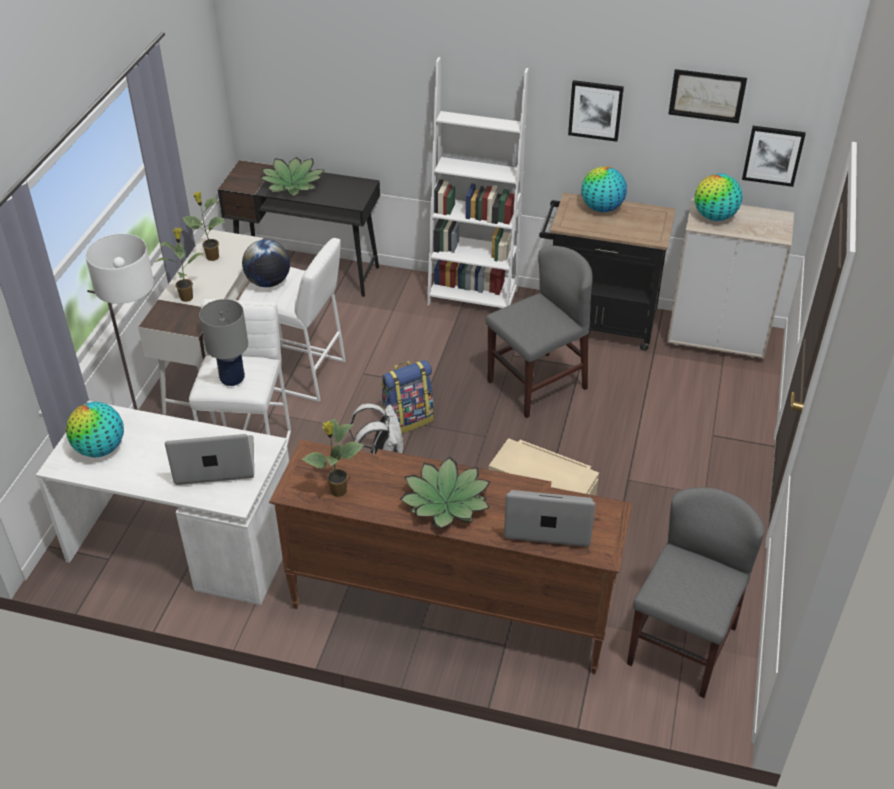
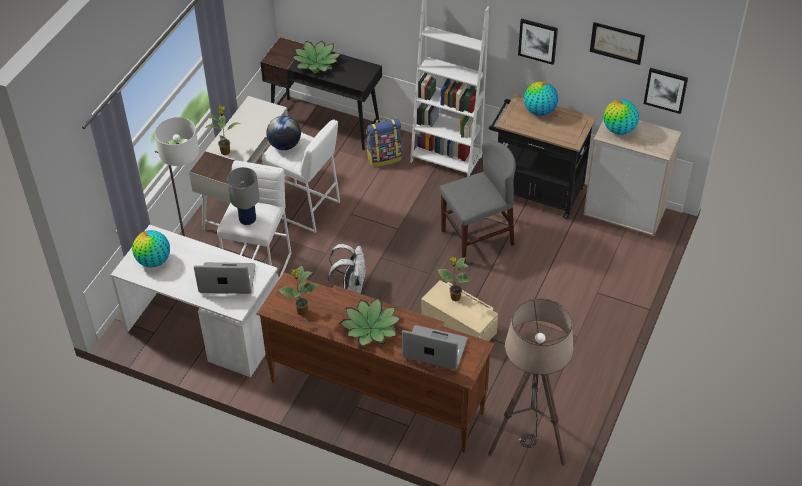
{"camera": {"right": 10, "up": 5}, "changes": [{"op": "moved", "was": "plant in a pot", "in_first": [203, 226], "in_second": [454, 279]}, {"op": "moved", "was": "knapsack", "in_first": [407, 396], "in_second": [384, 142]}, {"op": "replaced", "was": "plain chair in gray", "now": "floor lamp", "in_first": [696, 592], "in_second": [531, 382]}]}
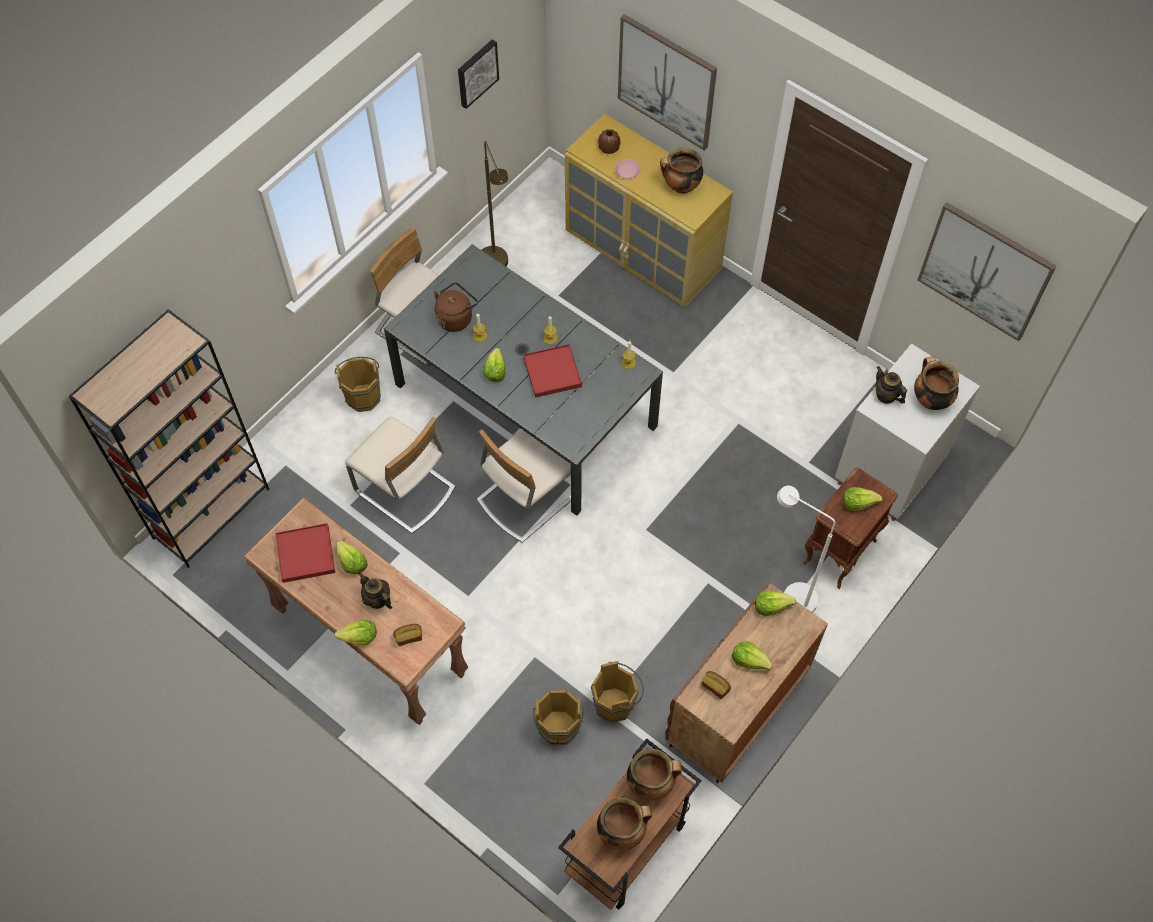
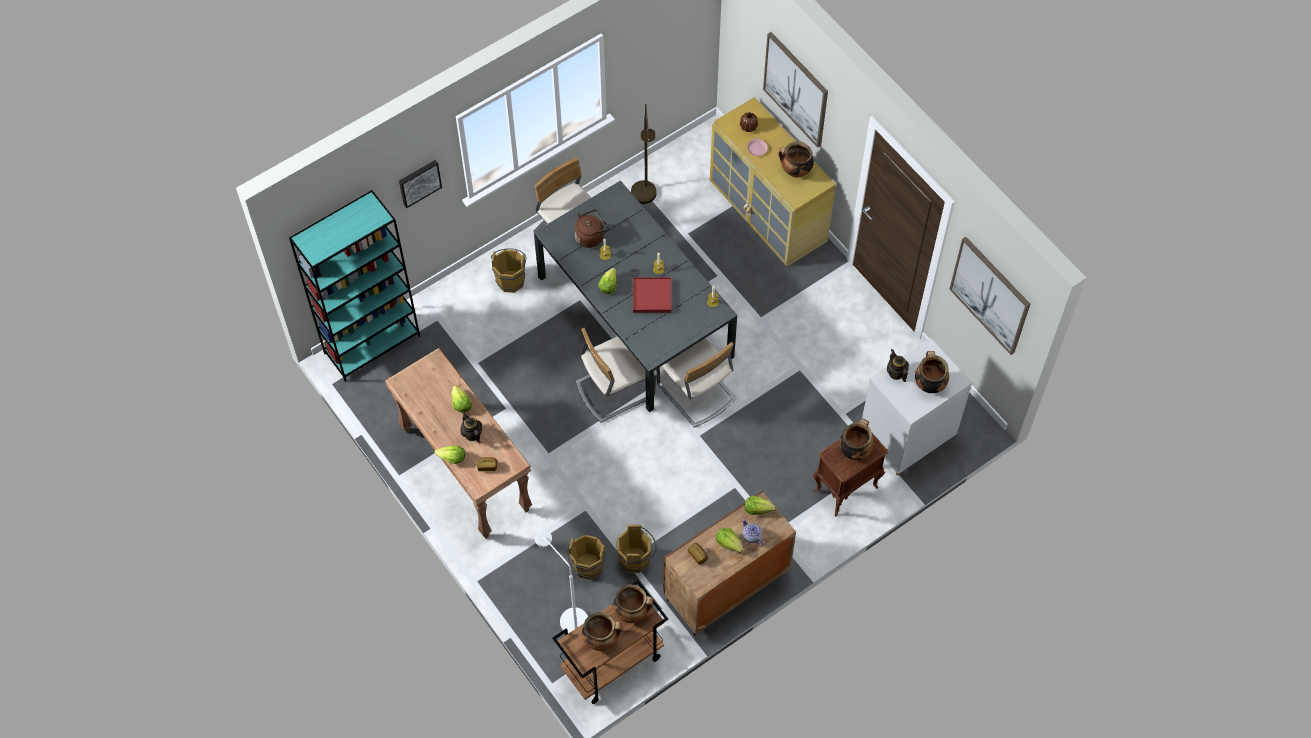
{"camera": {"right": 15, "up": 0}, "changes": [{"op": "removed", "was": "serving tray in red-coloured", "in_first": [305, 553]}, {"op": "added", "now": "teapot", "in_second": [752, 532]}, {"op": "moved", "was": "plain chair in beige", "in_first": [400, 475], "in_second": [696, 383]}, {"op": "moved", "was": "picture", "in_first": [478, 74], "in_second": [420, 184]}, {"op": "moved", "was": "floor lamp in white", "in_first": [806, 549], "in_second": [561, 581]}, {"op": "replaced", "was": "lettuce head", "now": "saucepot", "in_first": [862, 499], "in_second": [856, 439]}, {"op": "recoloured", "was": "shelving unit in beige", "now": "shelving unit in turquoise", "in_first": [169, 438], "in_second": [354, 286]}]}
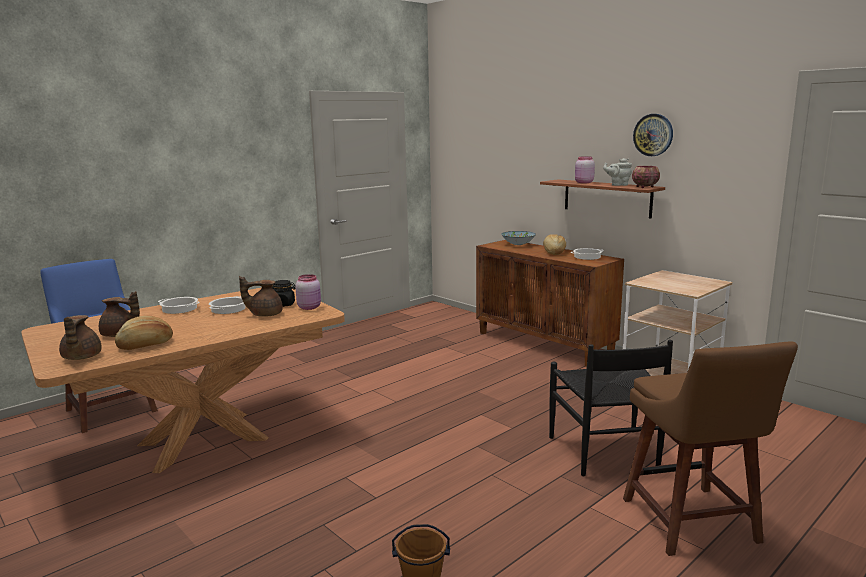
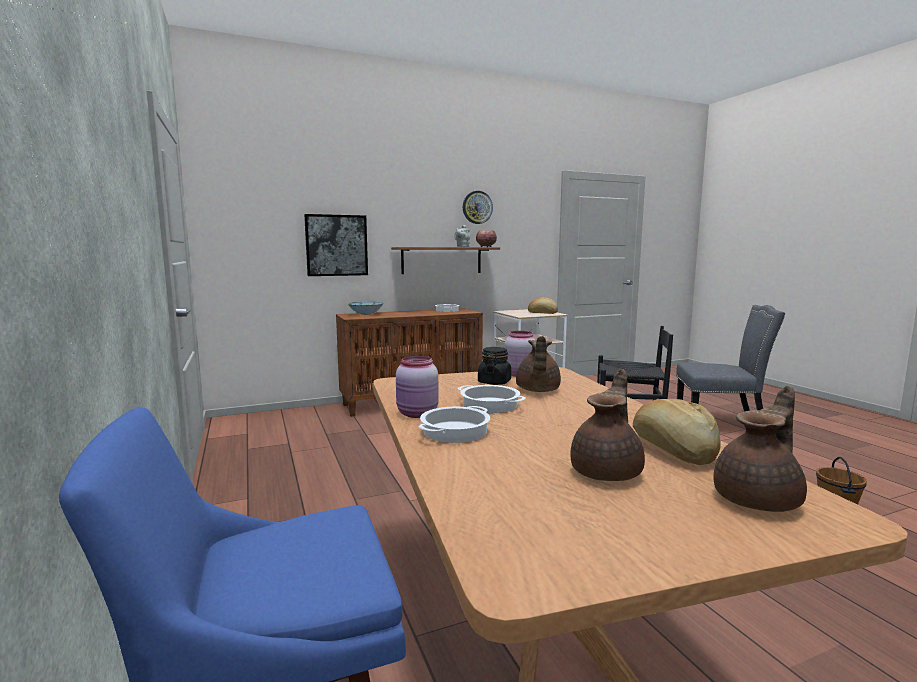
{"camera": {"right": -70, "up": -5}, "changes": [{"op": "added", "now": "picture", "in_second": [336, 245]}, {"op": "moved", "was": "bread", "in_first": [554, 244], "in_second": [543, 305]}, {"op": "moved", "was": "preserve jar in pink", "in_first": [585, 169], "in_second": [417, 387]}, {"op": "replaced", "was": "stool seat in brownish", "now": "plain chair in gray", "in_first": [710, 448], "in_second": [730, 358]}, {"op": "turned", "was": "teapot in brownish", "in_first": [80, 337], "in_second": [760, 449], "clockwise": -45}]}
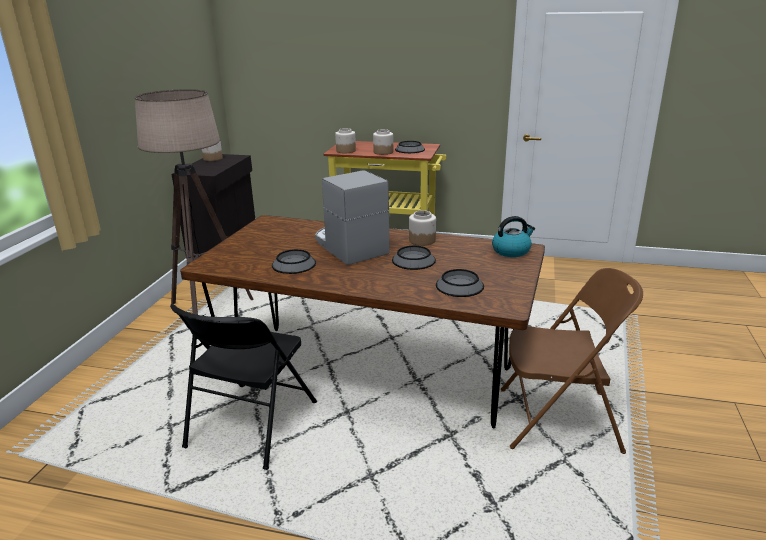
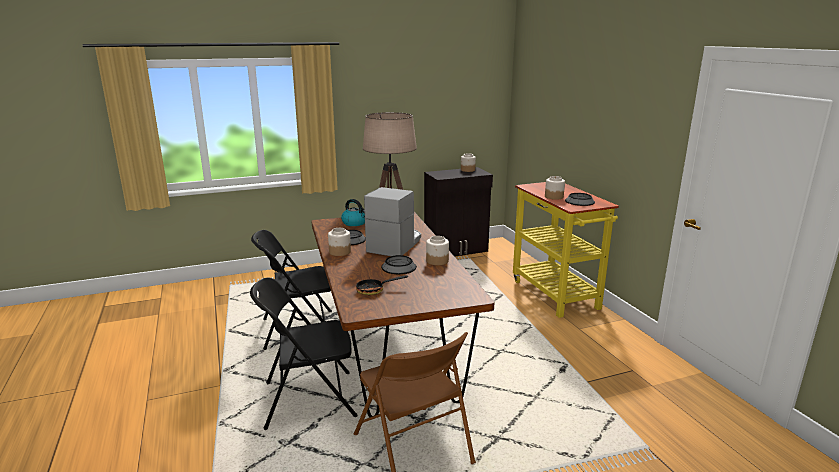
{"camera": {"right": 55, "up": -5}, "changes": [{"op": "added", "now": "plain chair in blackish", "in_second": [303, 353]}, {"op": "moved", "was": "preserve jar", "in_first": [345, 140], "in_second": [339, 242]}, {"op": "moved", "was": "tea kettle", "in_first": [513, 236], "in_second": [353, 212]}, {"op": "replaced", "was": "serving bowl", "now": "skillet", "in_first": [460, 283], "in_second": [382, 284]}]}
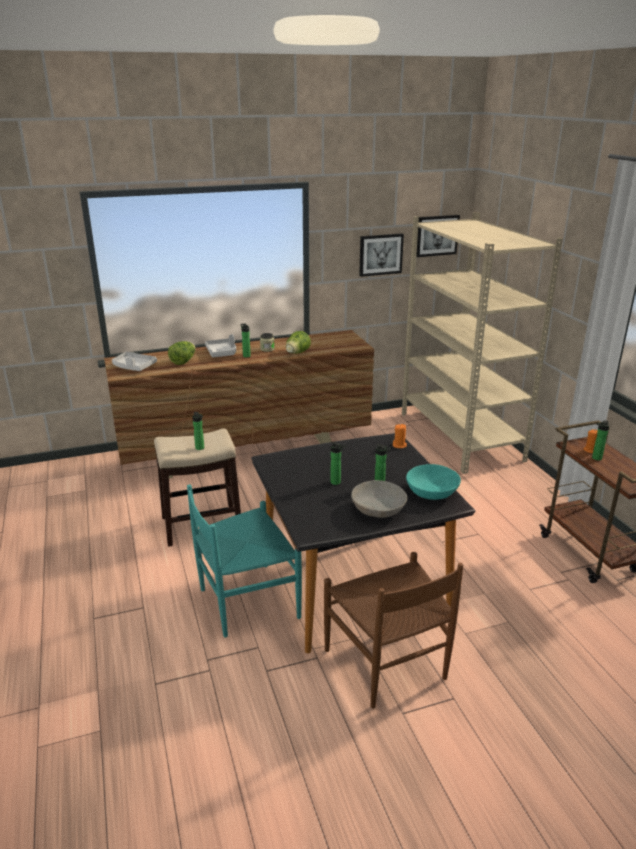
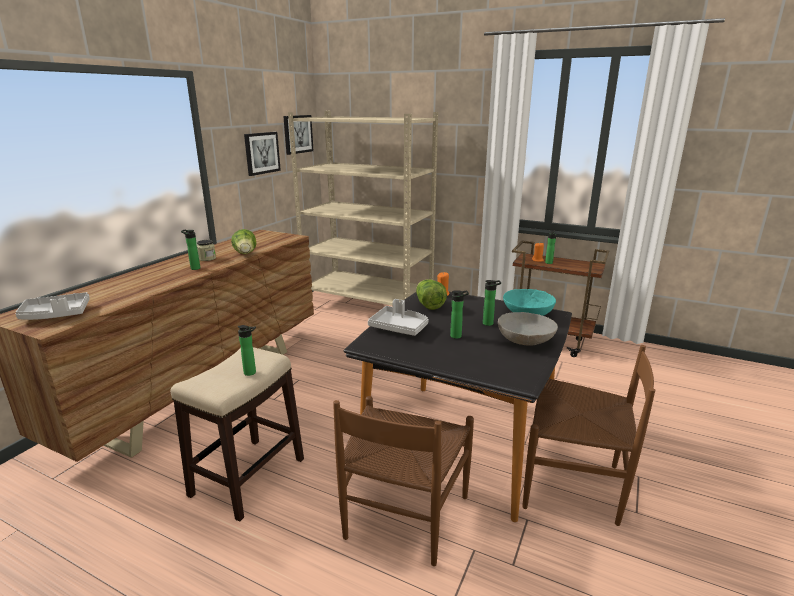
{"camera": {"right": -45, "up": -5}, "changes": [{"op": "moved", "was": "lettuce head", "in_first": [182, 353], "in_second": [431, 295]}, {"op": "moved", "was": "serving tray in gray", "in_first": [220, 345], "in_second": [398, 317]}, {"op": "recoloured", "was": "plain chair in turquoise", "now": "plain chair in brownish", "in_first": [244, 561], "in_second": [403, 481]}]}
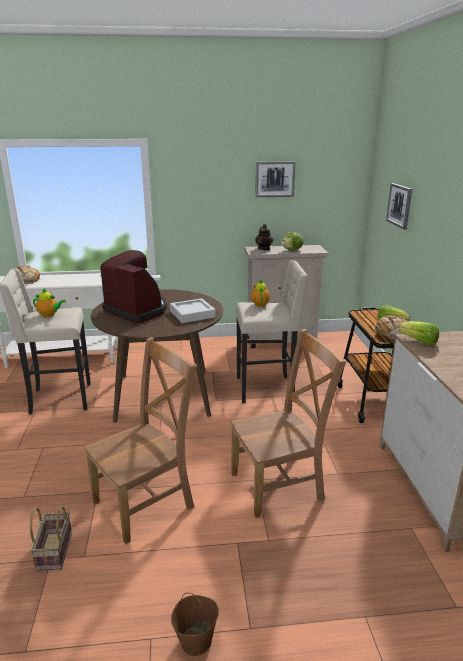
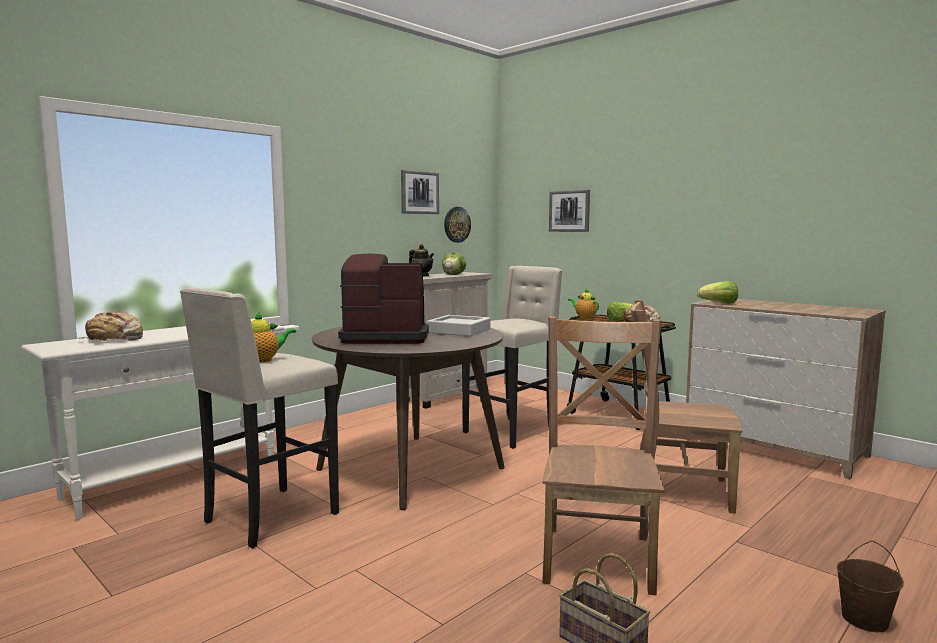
{"camera": {"right": -40, "up": -15}, "changes": [{"op": "added", "now": "hanging clock", "in_second": [457, 225]}, {"op": "moved", "was": "teapot", "in_first": [260, 293], "in_second": [583, 303]}, {"op": "turned", "was": "plain chair in brownish", "in_first": [288, 423], "in_second": [686, 407], "clockwise": -105}]}
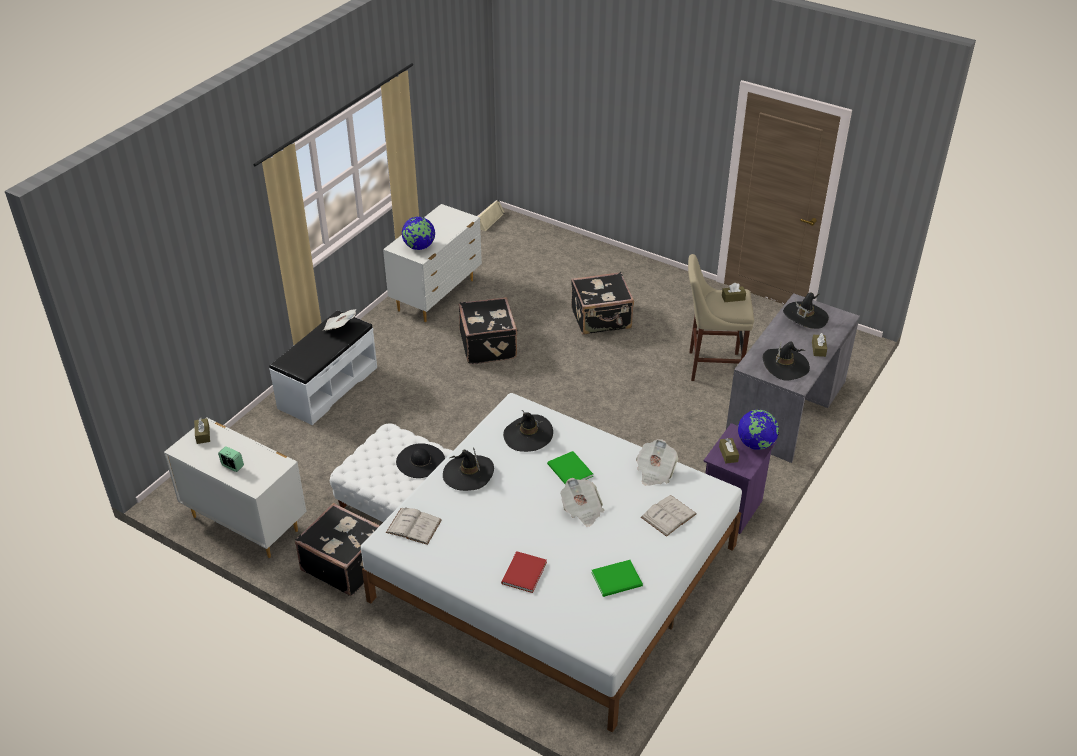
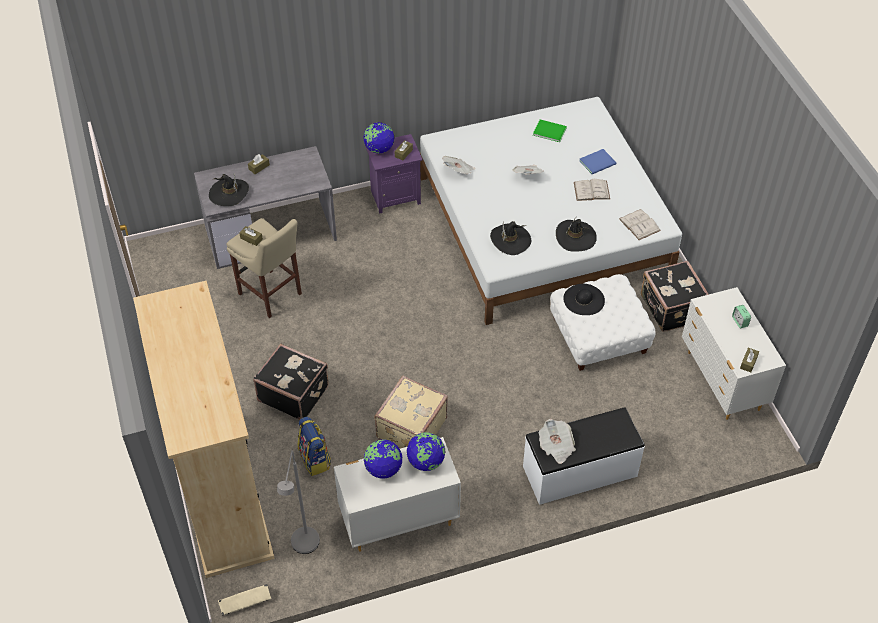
{"camera": {"right": -140, "up": 10}, "changes": [{"op": "removed", "was": "bound book in green-coloured", "in_first": [570, 467]}, {"op": "removed", "was": "hat in blackish", "in_first": [786, 360]}, {"op": "added", "now": "armoire in beige", "in_second": [204, 429]}, {"op": "added", "now": "floor lamp in gray", "in_second": [298, 502]}, {"op": "added", "now": "knapsack", "in_second": [314, 446]}, {"op": "added", "now": "world globe", "in_second": [383, 459]}, {"op": "moved", "was": "bound book in white", "in_first": [669, 516], "in_second": [592, 190]}, {"op": "recoloured", "was": "travel case in blackish", "now": "travel case in beige", "in_first": [488, 330], "in_second": [411, 412]}, {"op": "recoloured", "was": "bound book in red-coloured", "now": "bound book in blue", "in_first": [524, 572], "in_second": [598, 161]}]}
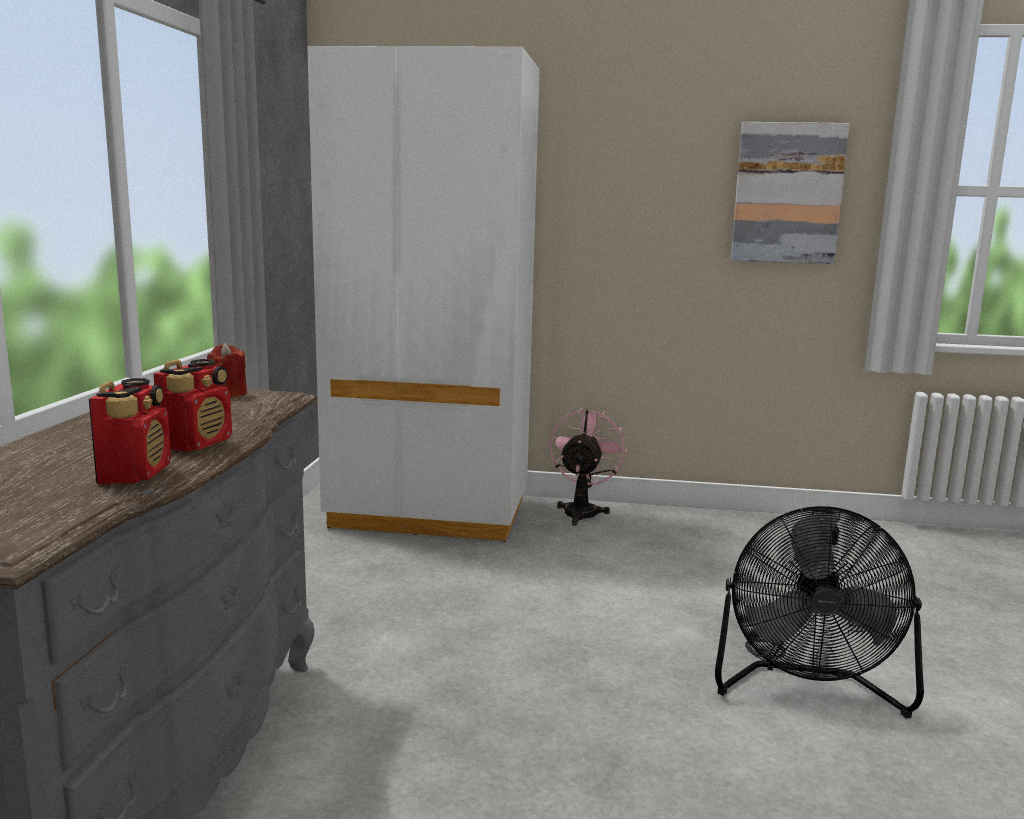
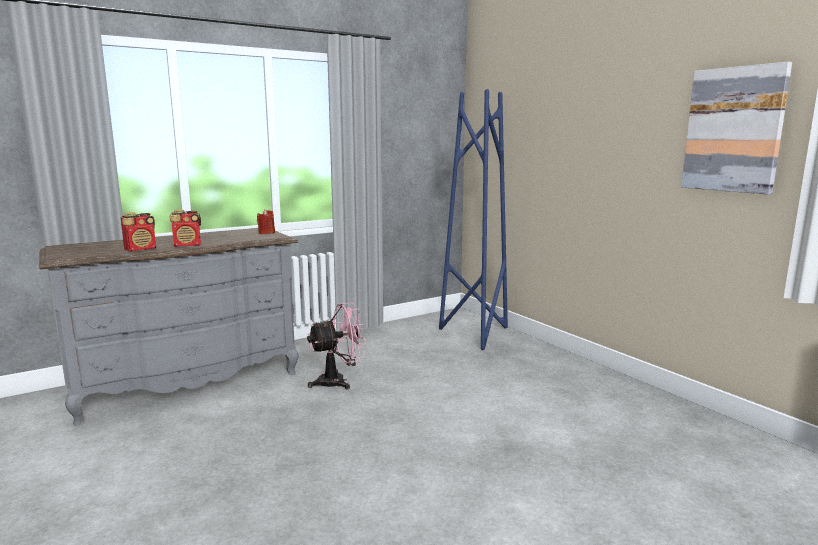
{"camera": {"right": 50, "up": 0}, "changes": [{"op": "removed", "was": "cooling fan in blackish", "in_first": [819, 612]}, {"op": "moved", "was": "cooling fan in pink", "in_first": [588, 467], "in_second": [337, 346]}, {"op": "replaced", "was": "armoire in white", "now": "clothes rack in blue", "in_first": [423, 294], "in_second": [473, 219]}]}
